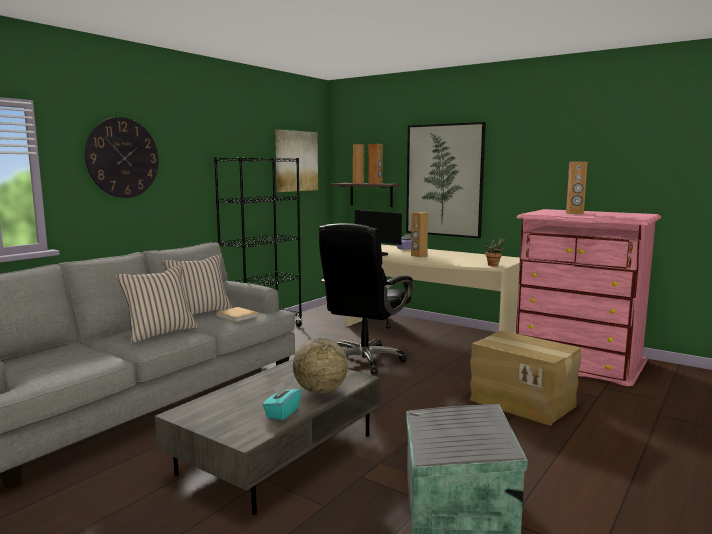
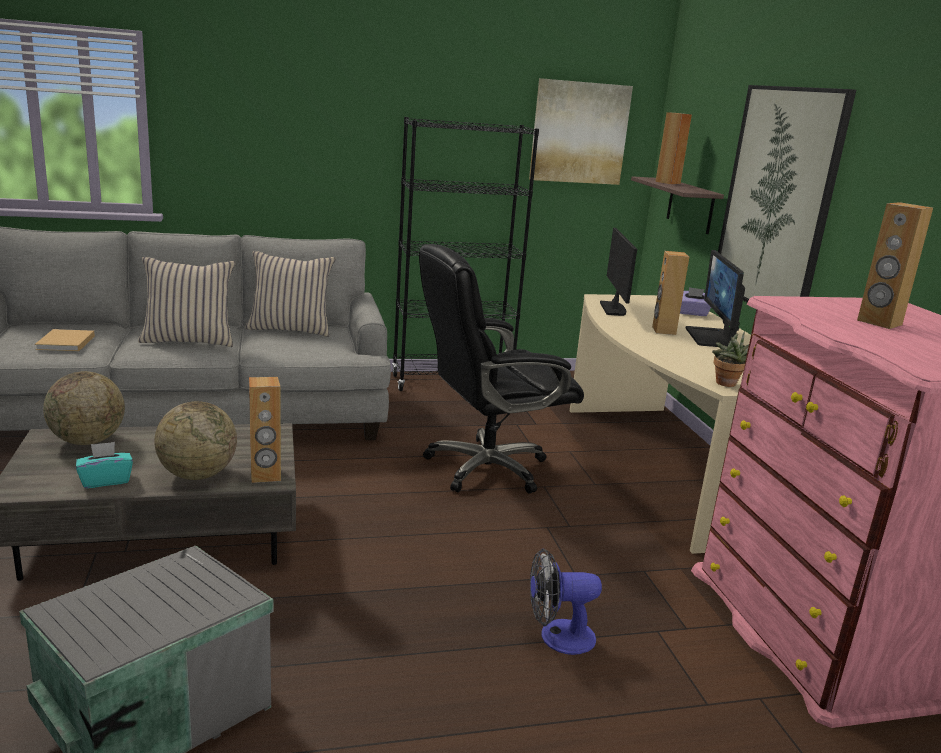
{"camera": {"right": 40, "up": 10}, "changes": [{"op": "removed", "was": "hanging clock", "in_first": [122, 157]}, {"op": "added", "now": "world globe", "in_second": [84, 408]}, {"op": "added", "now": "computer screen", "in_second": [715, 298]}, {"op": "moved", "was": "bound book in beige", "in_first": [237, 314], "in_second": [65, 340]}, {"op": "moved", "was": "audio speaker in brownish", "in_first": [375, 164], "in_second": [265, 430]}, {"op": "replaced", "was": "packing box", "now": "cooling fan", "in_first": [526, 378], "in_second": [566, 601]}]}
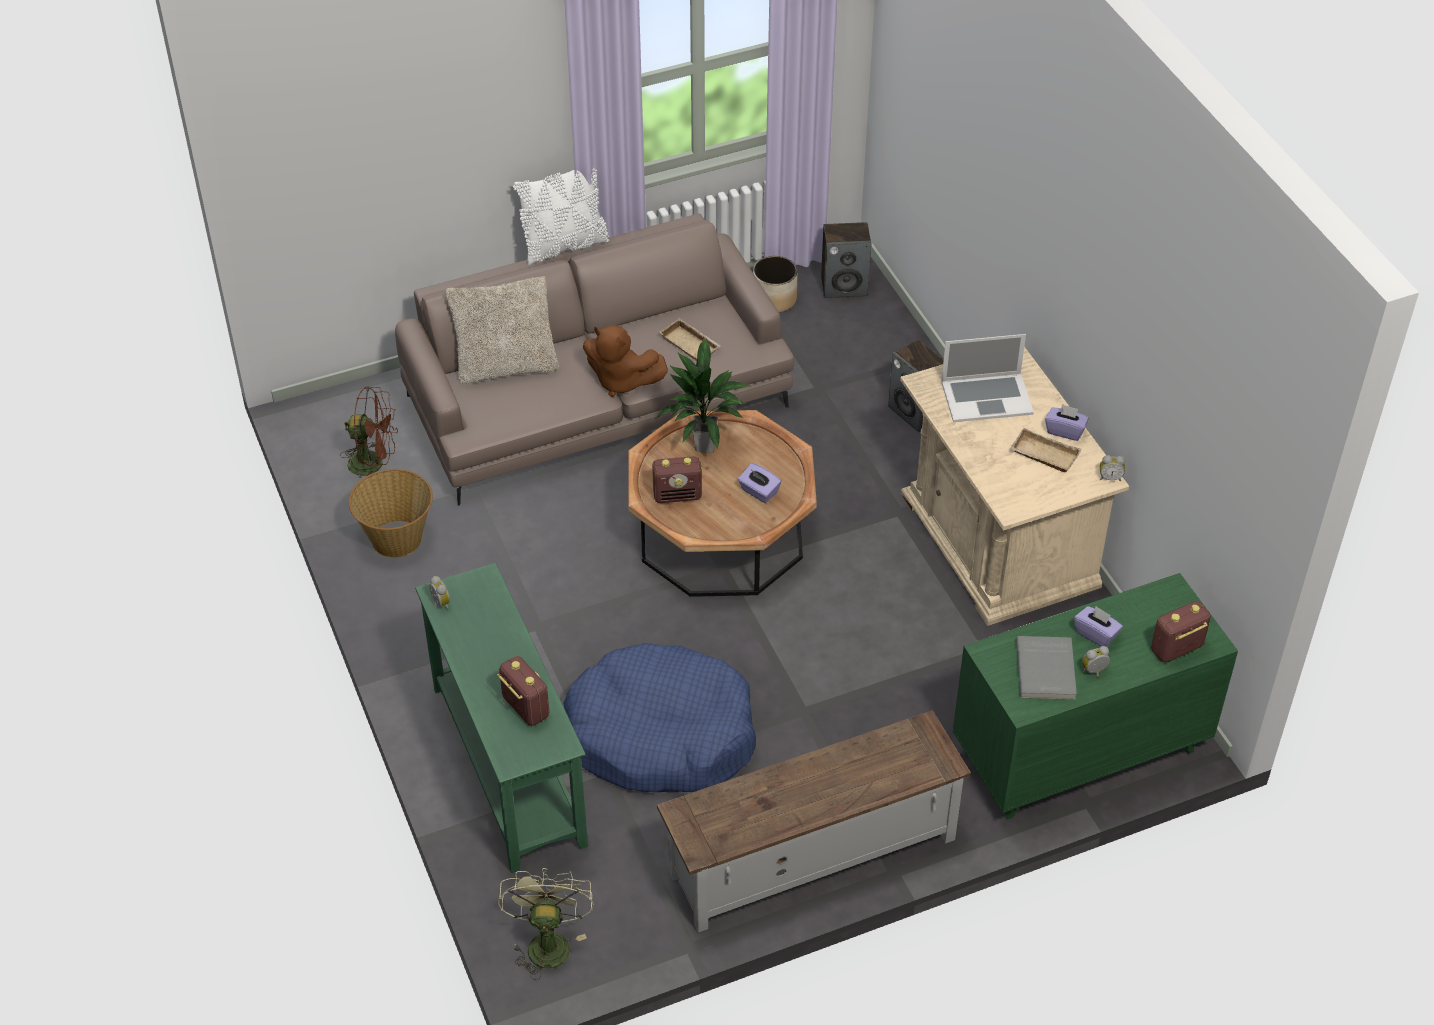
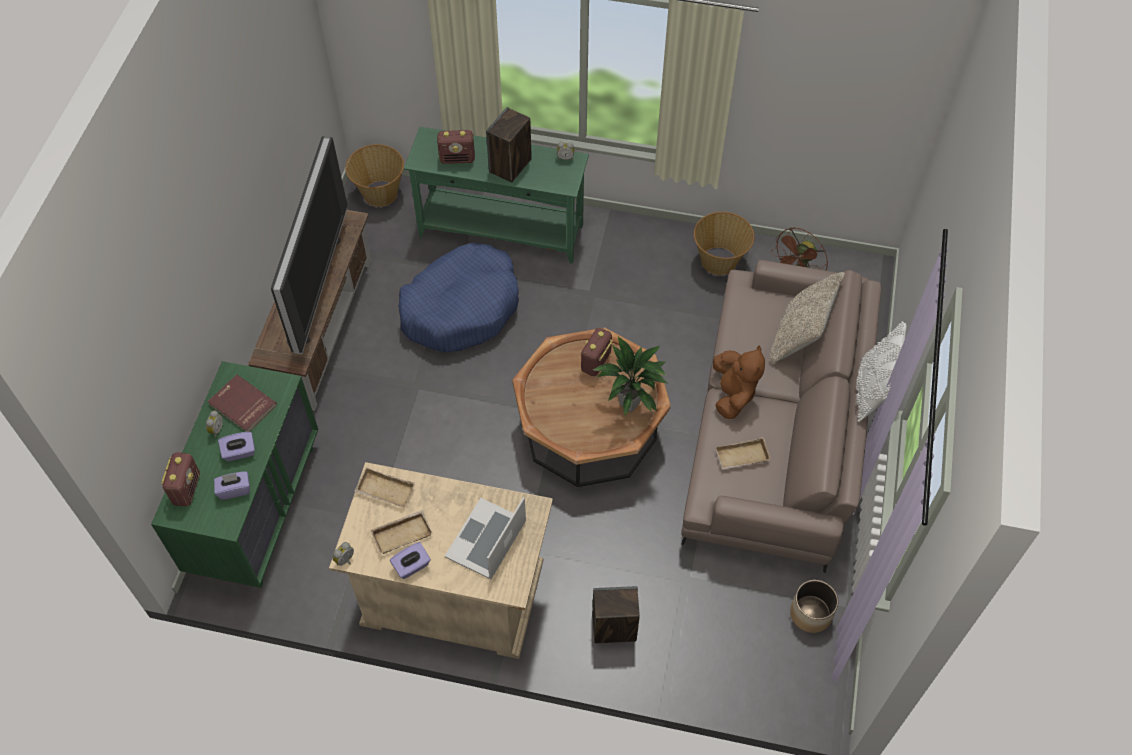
{"camera": {"right": 125, "up": 10}, "changes": [{"op": "added", "now": "TV", "in_second": [309, 245]}, {"op": "added", "now": "serving tray in beige", "in_second": [384, 487]}, {"op": "moved", "was": "tissue box in purple", "in_first": [759, 483], "in_second": [232, 485]}, {"op": "moved", "was": "audio speaker", "in_first": [846, 260], "in_second": [509, 145]}, {"op": "replaced", "was": "cooling fan in green-coloured", "now": "household basket", "in_first": [546, 924], "in_second": [374, 175]}, {"op": "recoloured", "was": "bound book in gray", "now": "bound book in red-coloured", "in_first": [1046, 668], "in_second": [242, 403]}, {"op": "turned", "was": "cuddly toy in brownish", "in_first": [625, 361], "in_second": [739, 382], "clockwise": 120}]}
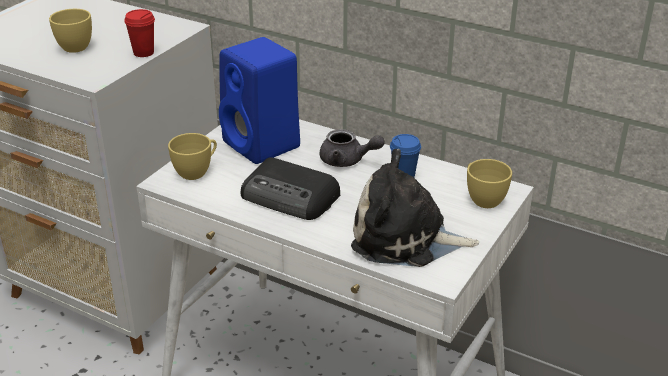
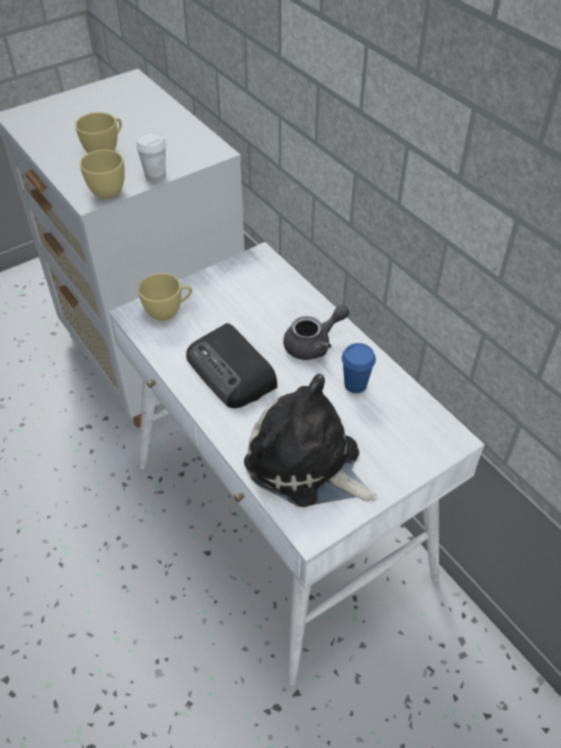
{"camera": {"right": 25, "up": 15}, "changes": [{"op": "removed", "was": "audio speaker in blue", "in_first": [259, 100]}, {"op": "moved", "was": "drinking cup in yellow", "in_first": [489, 183], "in_second": [102, 174]}, {"op": "recoloured", "was": "drinking cup in red-coloured", "now": "drinking cup in white", "in_first": [139, 33], "in_second": [151, 157]}, {"op": "turned", "was": "teapot in gray", "in_first": [352, 148], "in_second": [316, 332], "clockwise": -75}]}
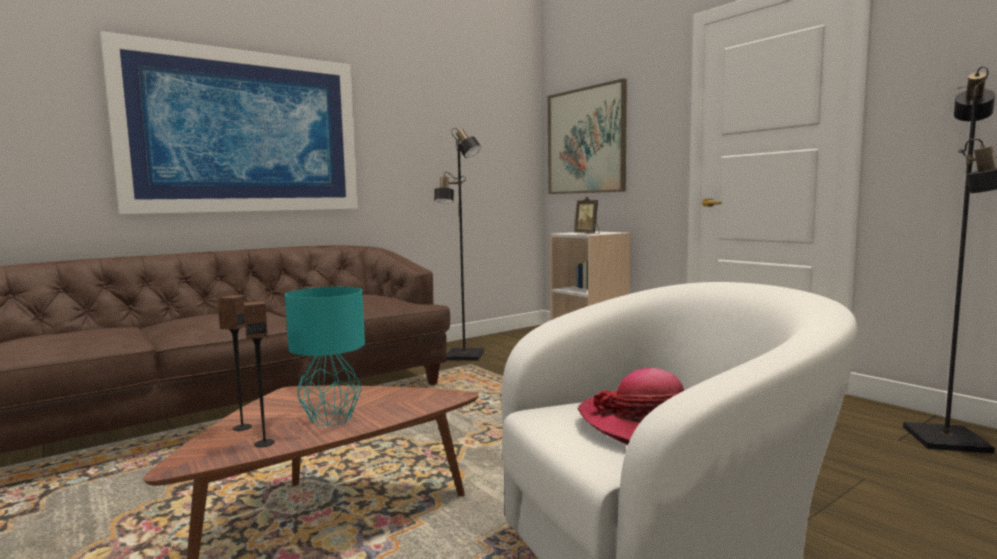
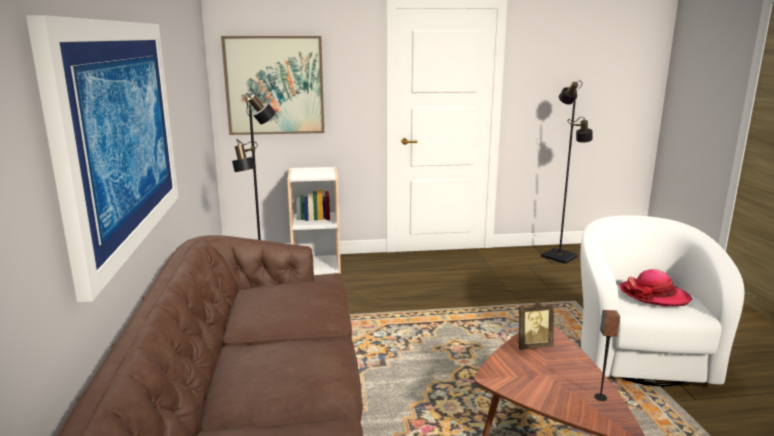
{"camera": {"right": -60, "up": 10}, "changes": [{"op": "removed", "was": "audio speaker", "in_first": [234, 363]}, {"op": "removed", "was": "lamp for a table in turquoise", "in_first": [325, 356]}, {"op": "moved", "was": "standing frame", "in_first": [587, 215], "in_second": [535, 325]}]}
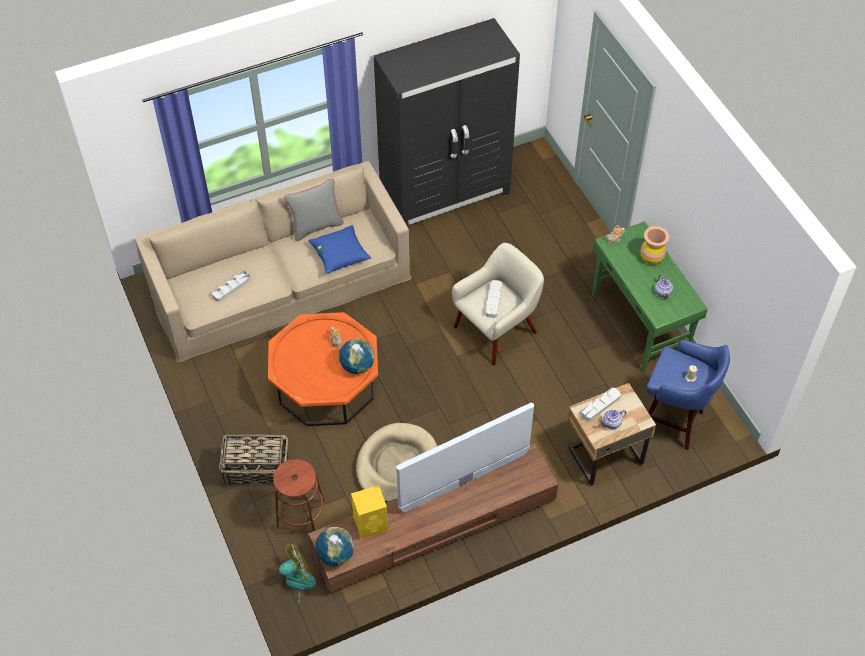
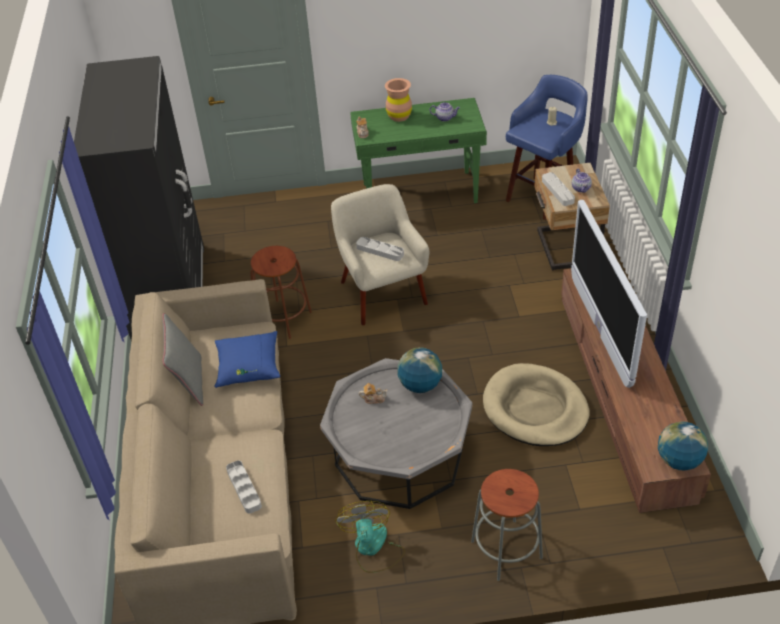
{"camera": {"right": -70, "up": -10}, "changes": [{"op": "removed", "was": "audio speaker in yellow", "in_first": [369, 512]}, {"op": "moved", "was": "cooling fan", "in_first": [293, 575], "in_second": [370, 537]}, {"op": "moved", "was": "stool seat in brownish", "in_first": [299, 495], "in_second": [281, 292]}, {"op": "replaced", "was": "household basket", "now": "stool seat in gray", "in_first": [254, 460], "in_second": [507, 525]}, {"op": "recoloured", "was": "lounge table in orange-coloured", "now": "lounge table in gray", "in_first": [323, 369], "in_second": [396, 433]}]}
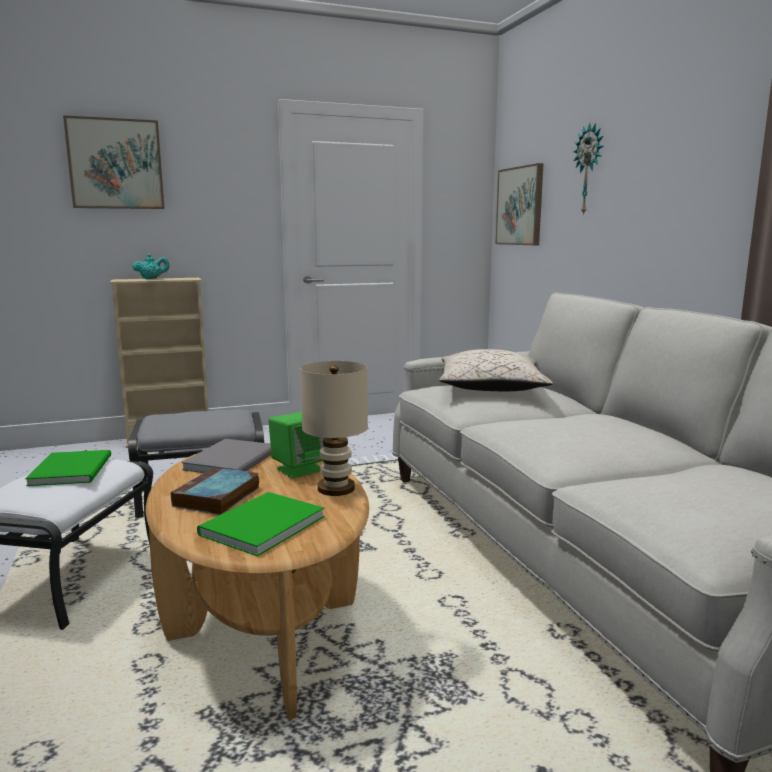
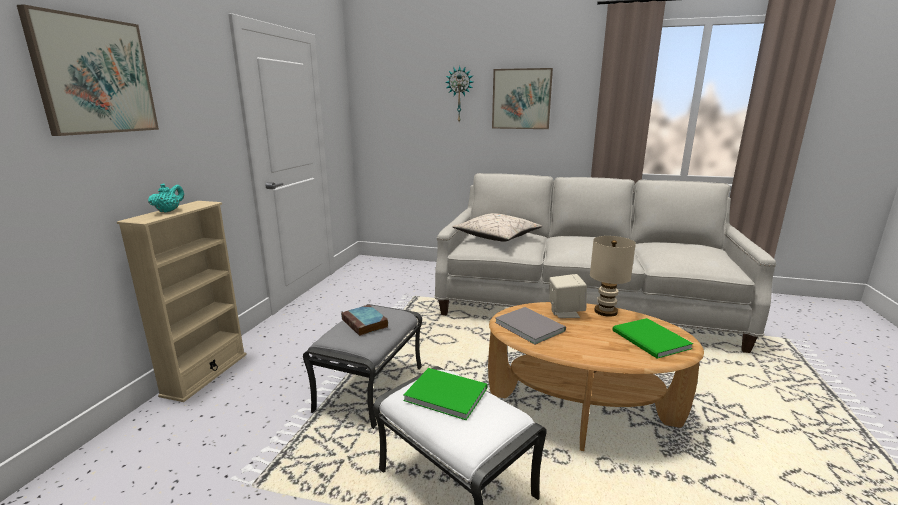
{"camera": {"right": -55, "up": 5}, "changes": [{"op": "moved", "was": "bound book", "in_first": [215, 491], "in_second": [364, 320]}, {"op": "moved", "was": "picture", "in_first": [519, 204], "in_second": [522, 98]}, {"op": "recoloured", "was": "audio speaker in green-coloured", "now": "audio speaker in beige", "in_first": [296, 445], "in_second": [568, 296]}]}
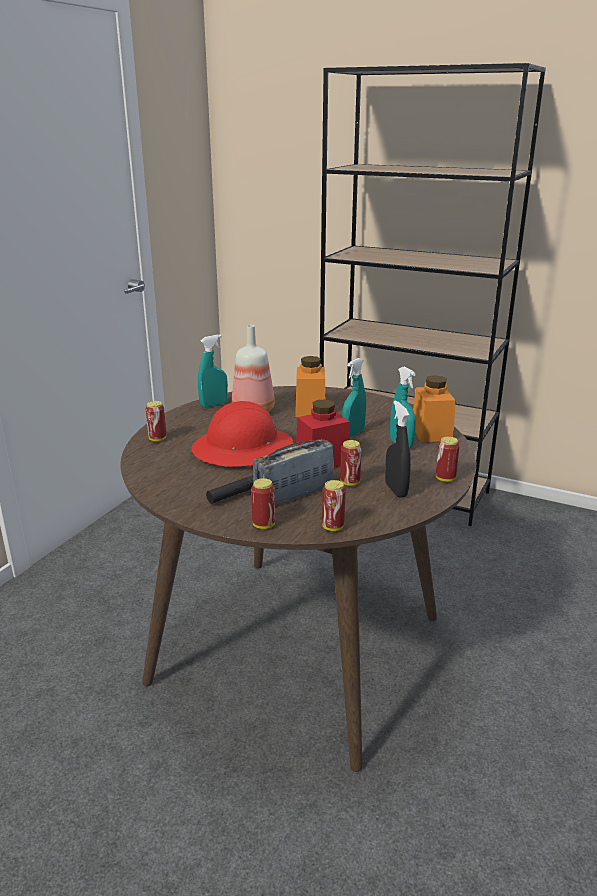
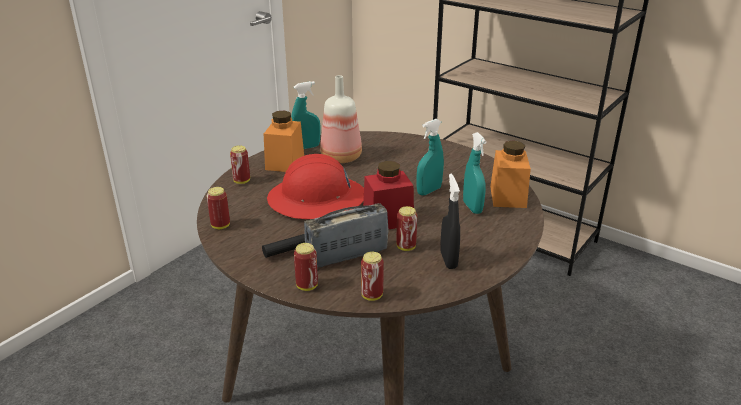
{"camera": {"right": 10, "up": 5}, "changes": [{"op": "moved", "was": "preserve jar in orange-coloured", "in_first": [310, 386], "in_second": [284, 141]}, {"op": "moved", "was": "can", "in_first": [448, 459], "in_second": [218, 208]}]}
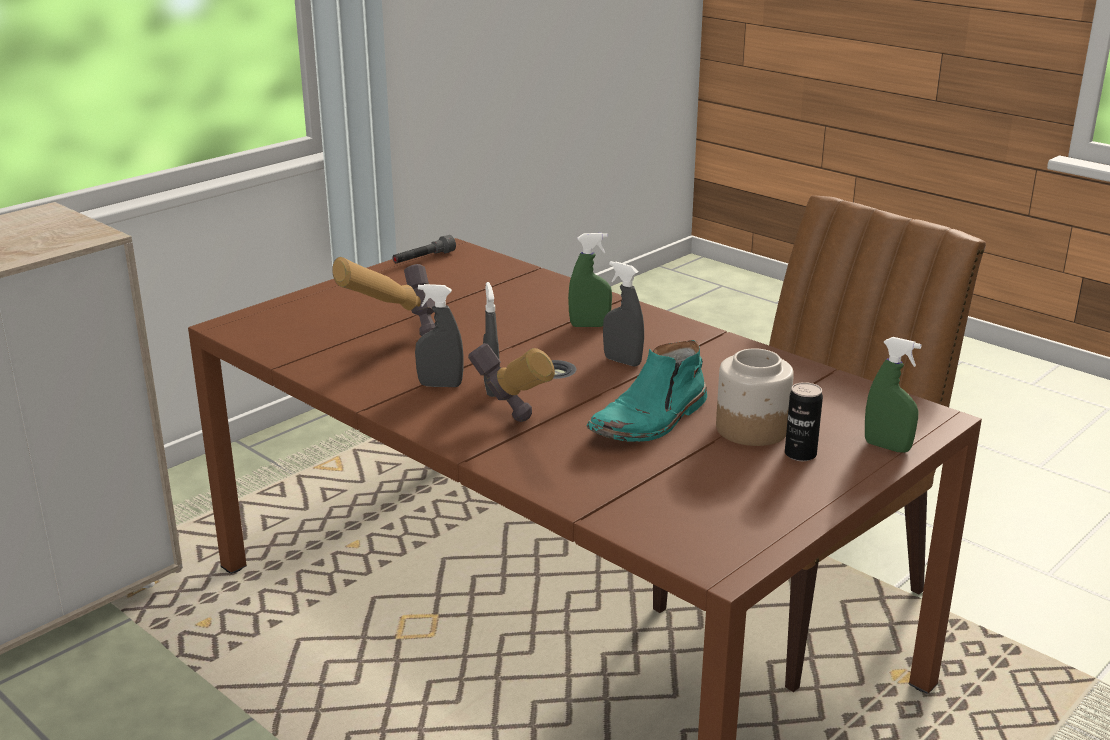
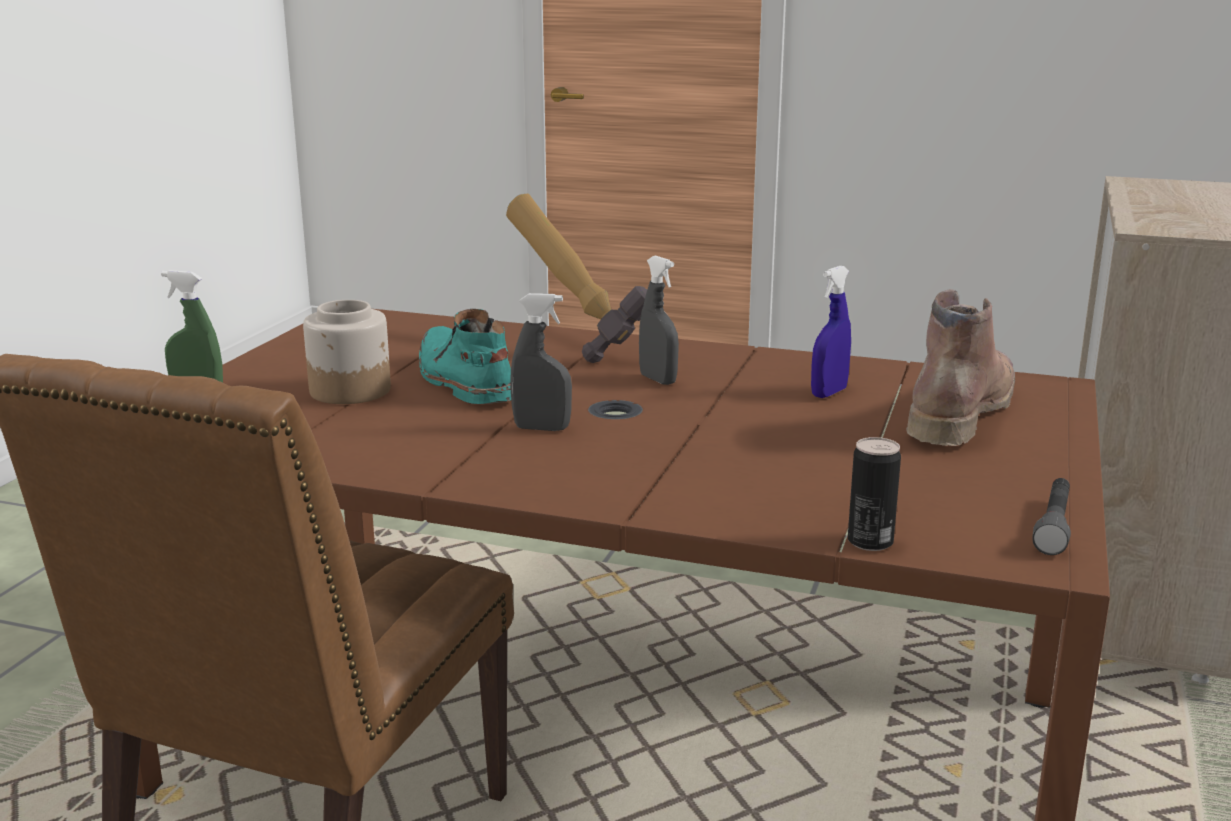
{"camera": {"right": 155, "up": -5}, "changes": [{"op": "removed", "was": "spray bottle in gray", "in_first": [439, 335]}, {"op": "removed", "was": "spray bottle in green-coloured", "in_first": [590, 280]}, {"op": "added", "now": "tall boot in brownish", "in_second": [960, 367]}, {"op": "moved", "was": "can", "in_first": [804, 421], "in_second": [874, 494]}, {"op": "replaced", "was": "hand hammer", "now": "spray bottle in blue", "in_first": [383, 296], "in_second": [831, 332]}, {"op": "turned", "was": "tall boot in turquoise", "in_first": [647, 391], "in_second": [465, 356], "clockwise": -45}]}
